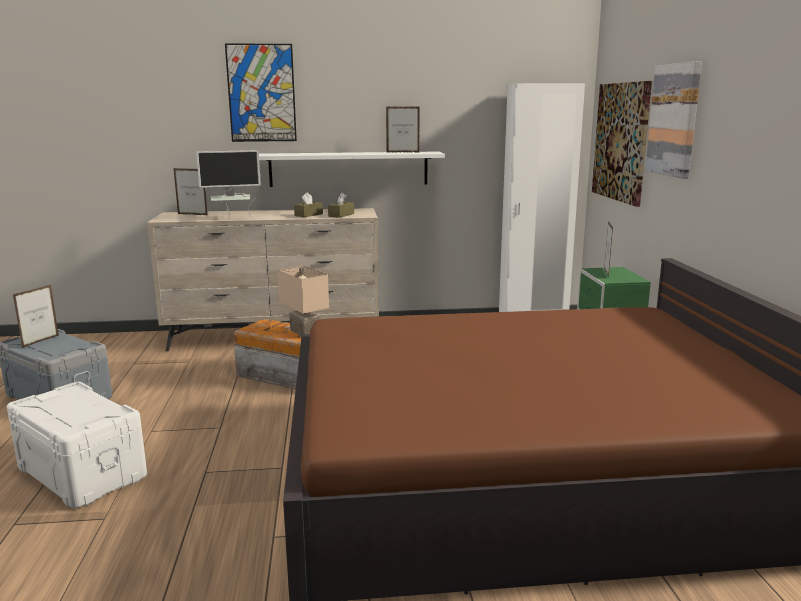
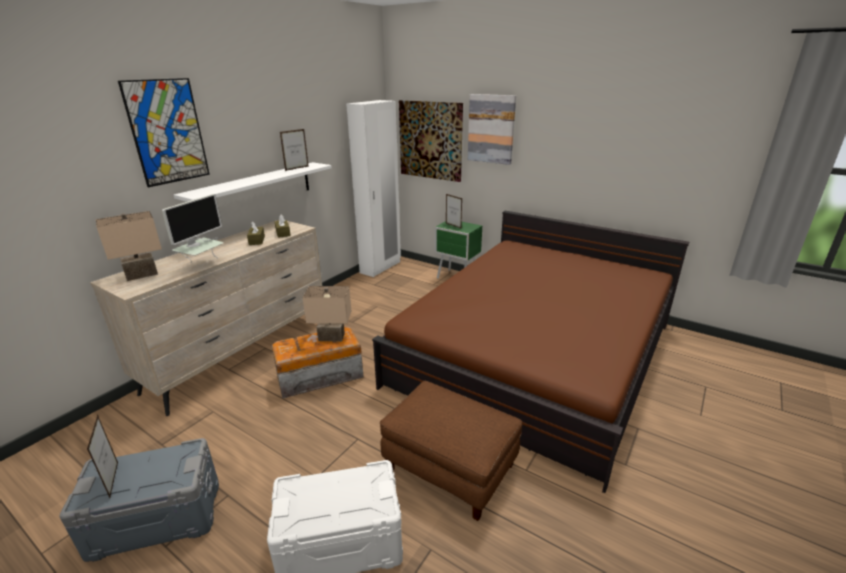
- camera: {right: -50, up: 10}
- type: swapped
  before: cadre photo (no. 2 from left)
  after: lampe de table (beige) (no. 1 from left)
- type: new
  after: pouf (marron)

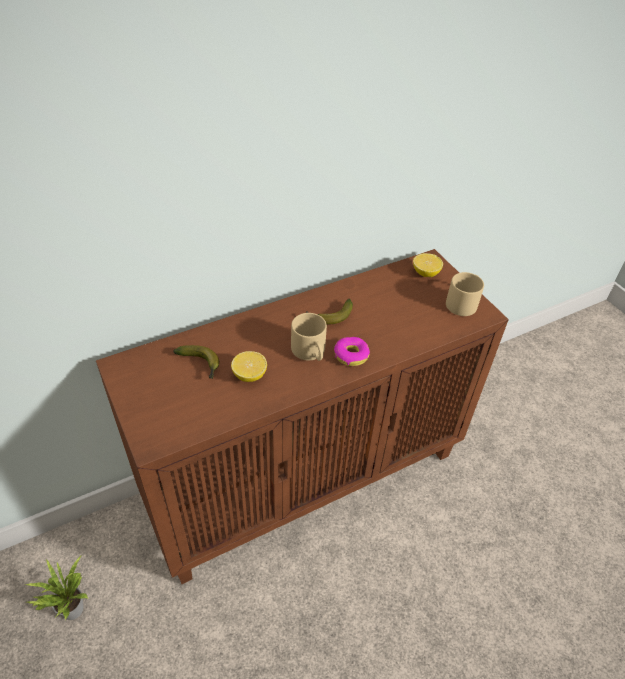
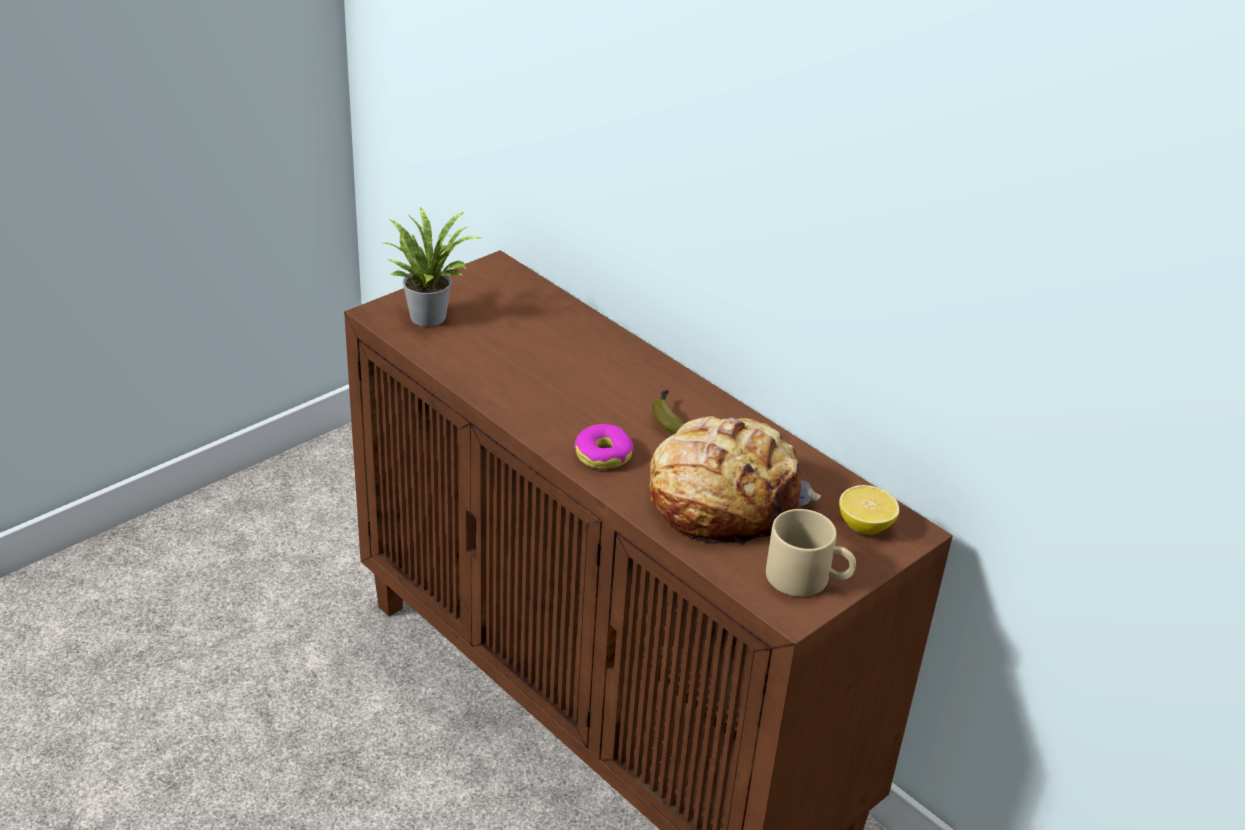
- camera: {right: 75, up: -10}
- type: gone
  before: mug (beige) (no. 1 from left)
- type: gone
  before: banane (no. 1 from left)
- type: gone
  before: citron (no. 1 from left)
- type: shifted
  before: plante en pot
- type: new
  after: pain

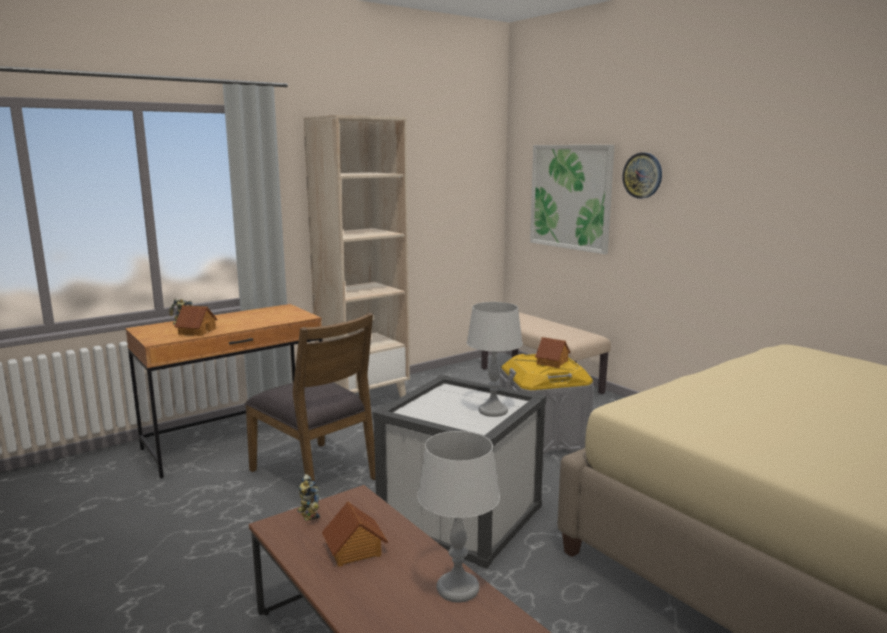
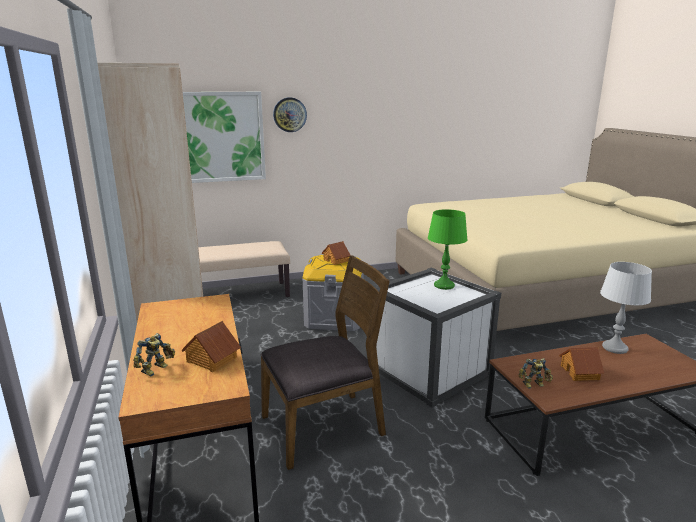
- camera: {right: -70, up: 5}
- type: repainted
  before: lampe de table (gris) (no. 2 from left)
  after: lampe de table (vert)

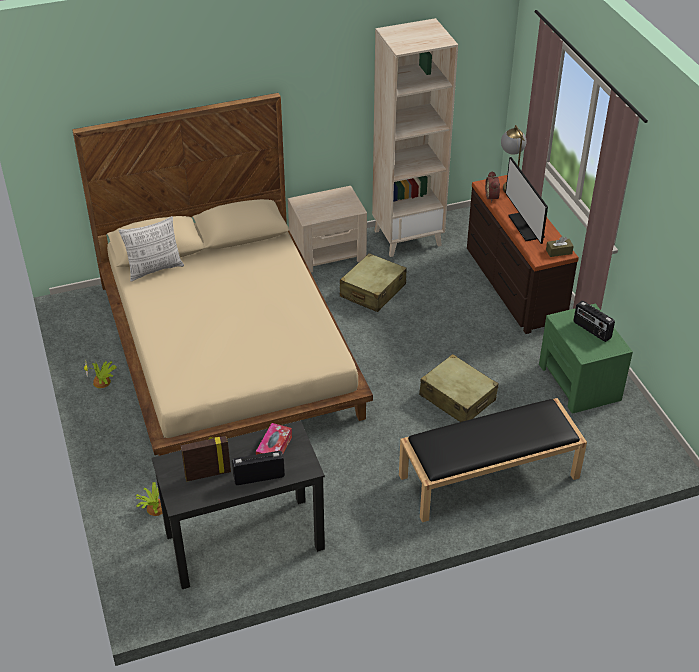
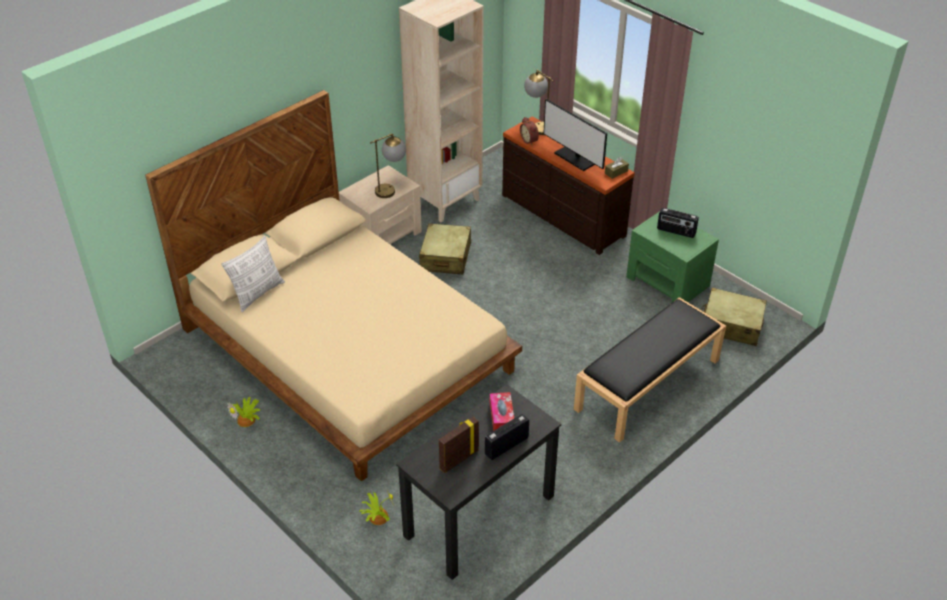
- camera: {right: -25, up: 0}
- type: shifted
  before: valise (beige) (no. 2 from left)
- type: new
  after: lampe de table (no. 1 from left)

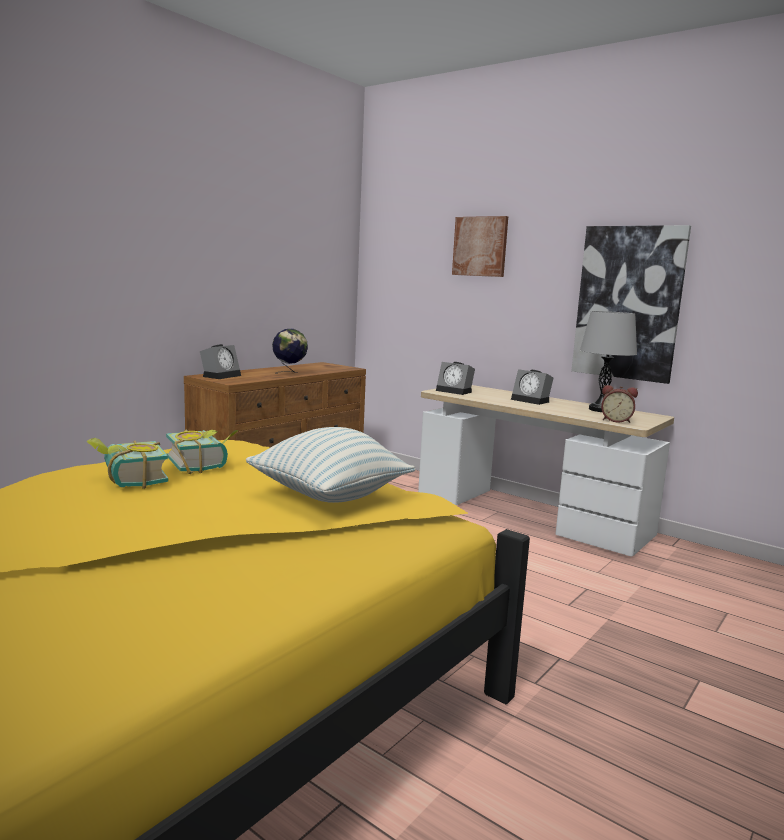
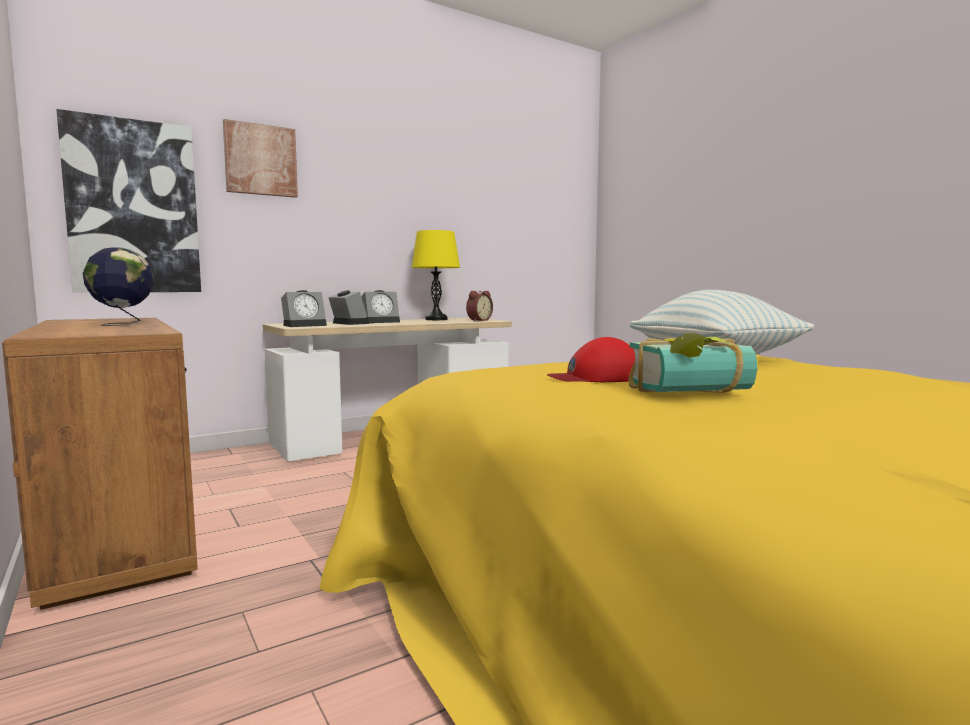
- camera: {right: -70, up: -5}
- type: shifted
  before: tableau (no. 2 from left in the first image)
  after: tableau (no. 1 from left)
- type: repainted
  before: lampe de table (gris)
  after: lampe de table (jaune)
- type: shifted
  before: réveil (no. 1 from left in the first image)
  after: réveil (no. 2 from left)
- type: swapped
  before: livre (no. 2 from left)
  after: casquette (rouge)

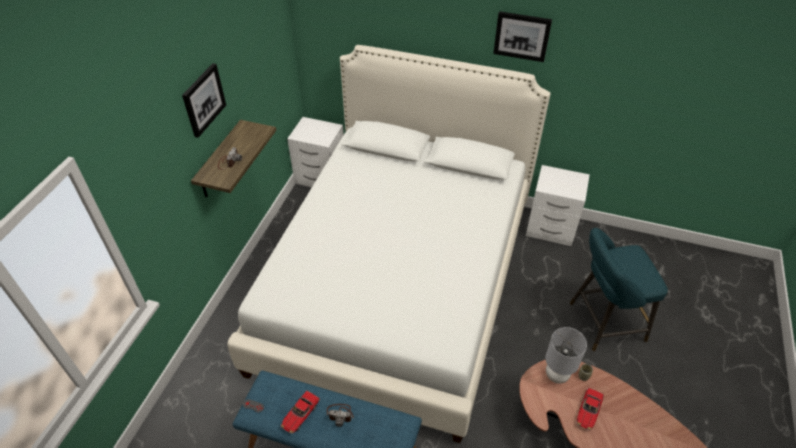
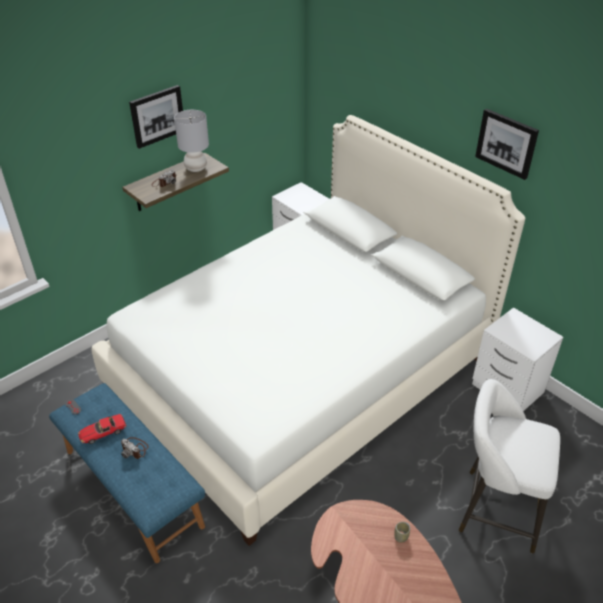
- camera: {right: 30, up: -5}
- type: repainted
  before: tabouret (turquoise)
  after: tabouret (blanc)
- type: shifted
  before: lampe de table (gris)
- type: gone
  before: petite voiture (no. 2 from left)

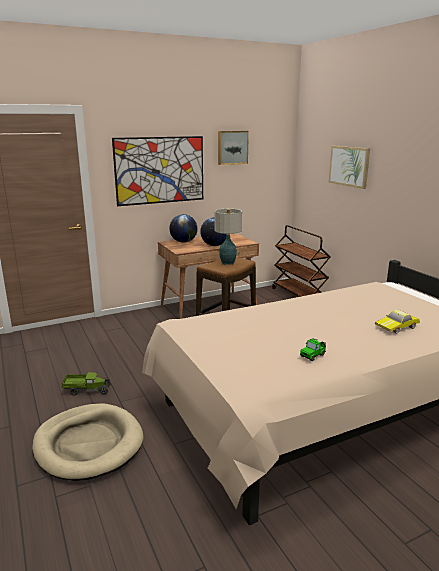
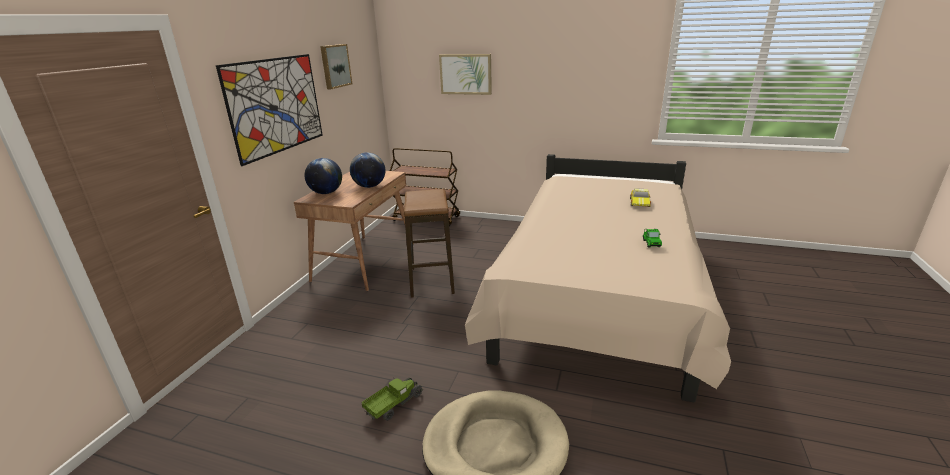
- camera: {right: -45, up: 5}
- type: gone
  before: lampe de table

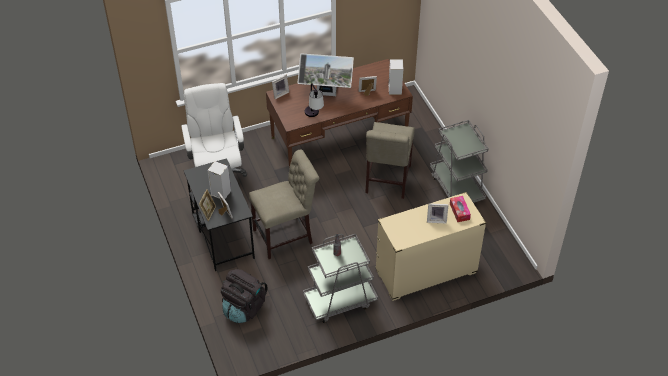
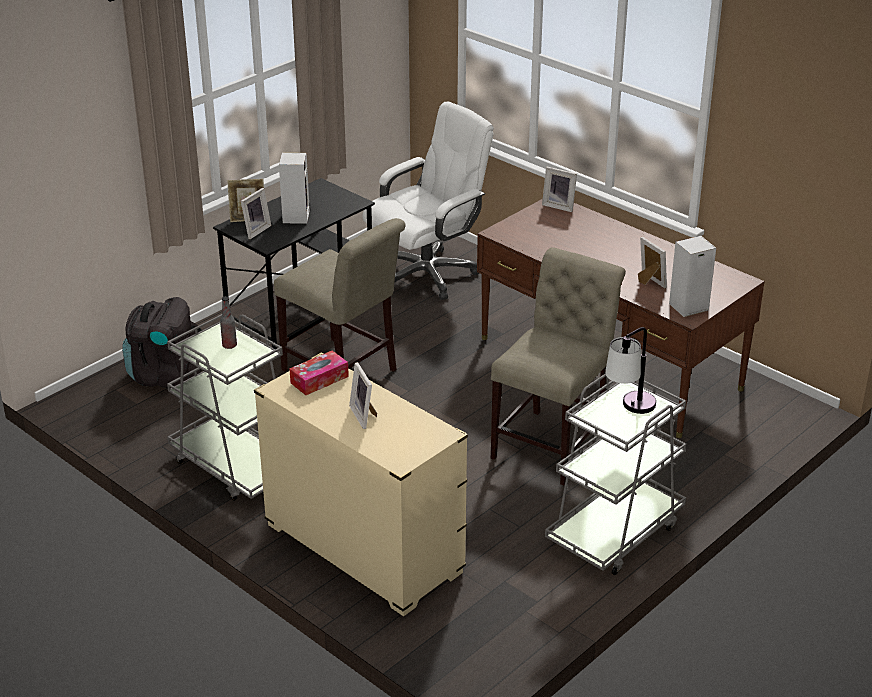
- camera: {right: 65, up: -15}
- type: gone
  before: écran d'ordinateur
- type: shifted
  before: lampe de table
- type: rotated
  before: chaise (beige) (no. 2 from left)
  turn: 135
- type: shifted
  before: boîte à mouchoirs

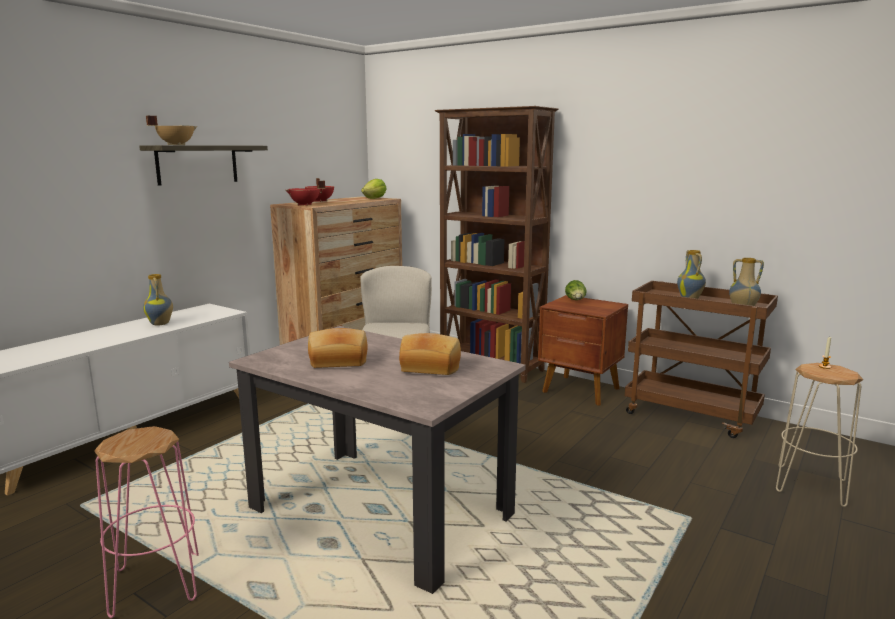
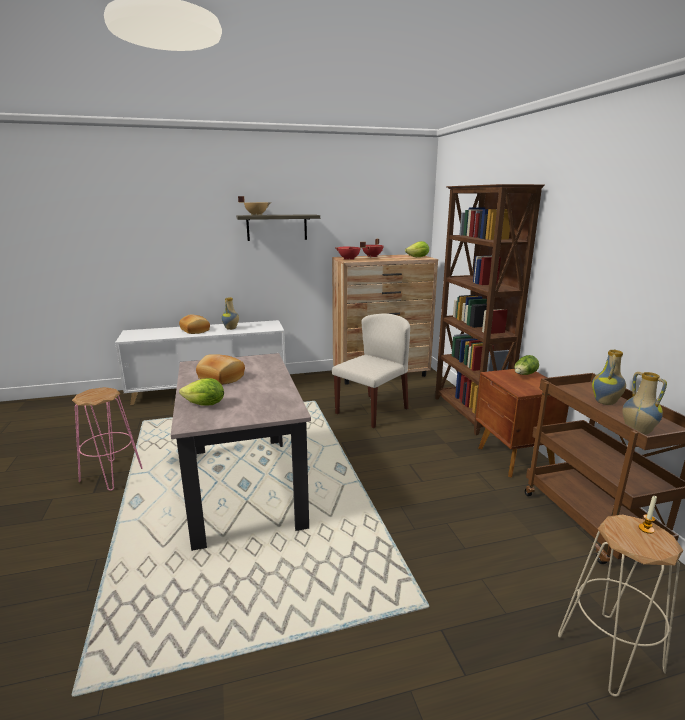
- camera: {right: 40, up: 5}
- type: shifted
  before: pain (no. 2 from left in the first image)
  after: pain (no. 1 from left)
- type: new
  after: laitue (no. 1 from left)

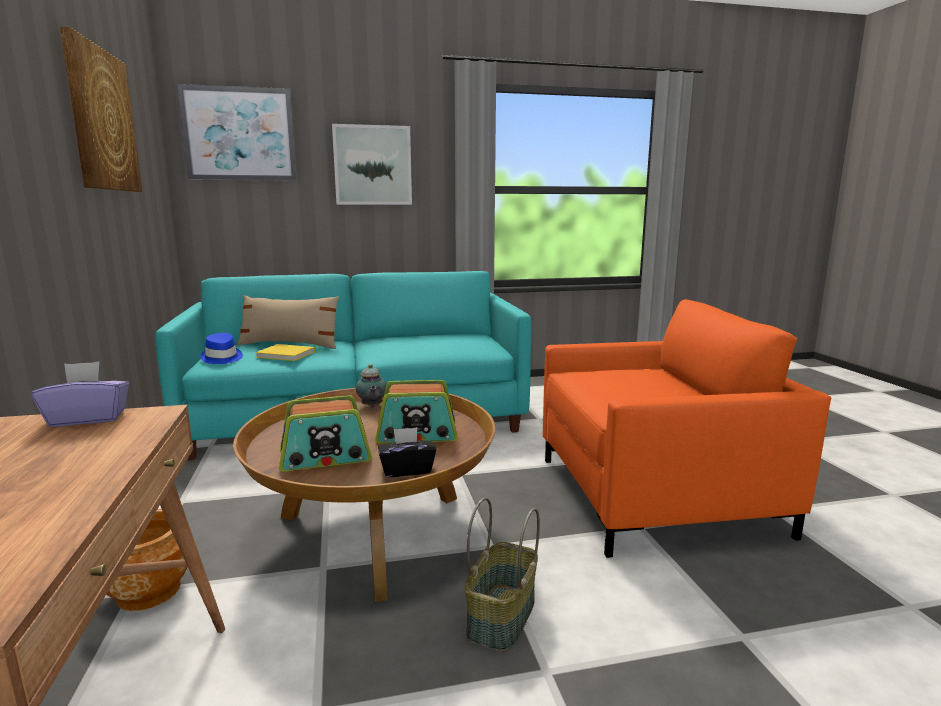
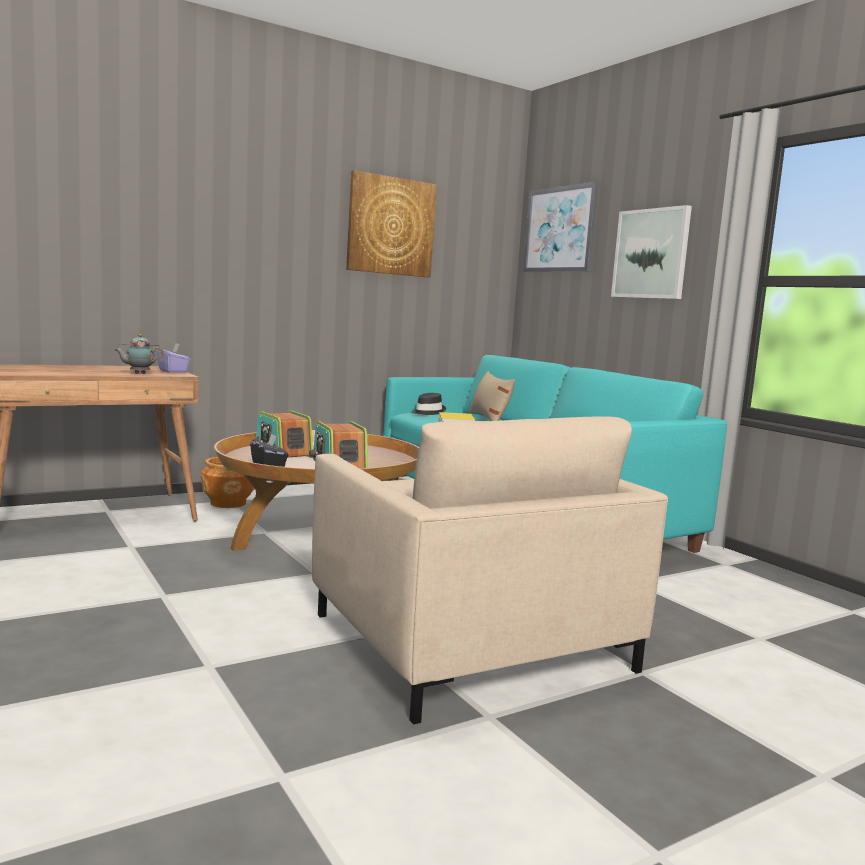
- camera: {right: 70, up: -5}
- type: repainted
  before: fauteuil (orange)
  after: fauteuil (beige)
- type: repainted
  before: chapeau (bleu)
  after: chapeau (noir)
- type: shifted
  before: théière
- type: gone
  before: panier

